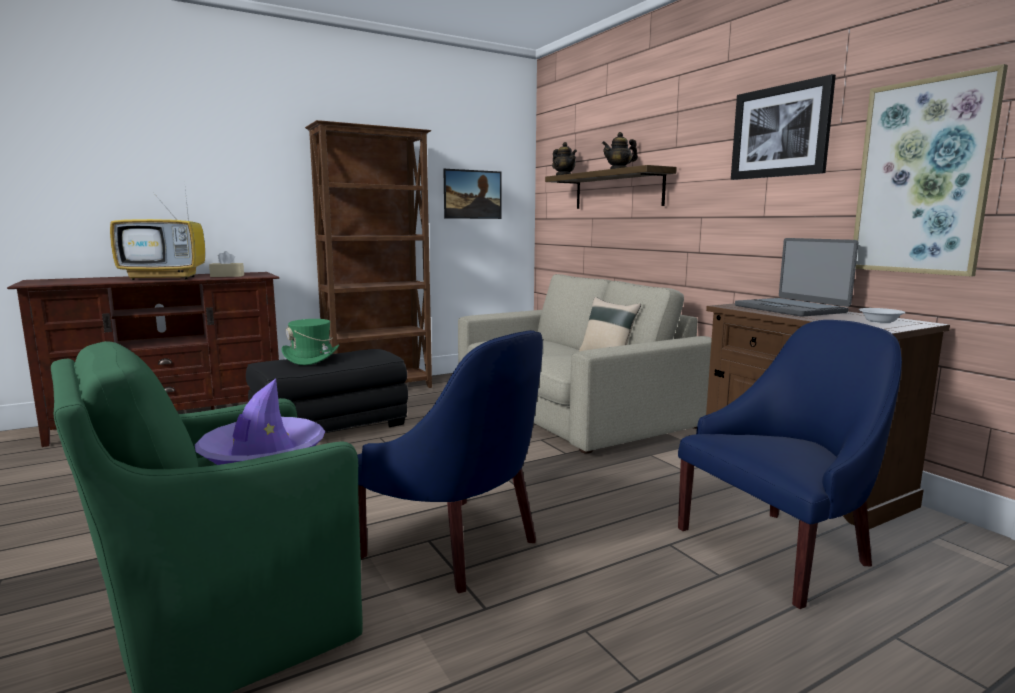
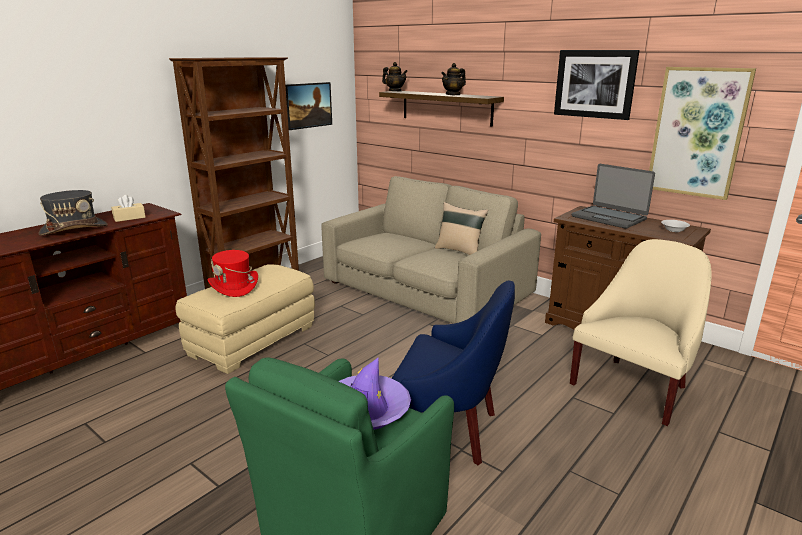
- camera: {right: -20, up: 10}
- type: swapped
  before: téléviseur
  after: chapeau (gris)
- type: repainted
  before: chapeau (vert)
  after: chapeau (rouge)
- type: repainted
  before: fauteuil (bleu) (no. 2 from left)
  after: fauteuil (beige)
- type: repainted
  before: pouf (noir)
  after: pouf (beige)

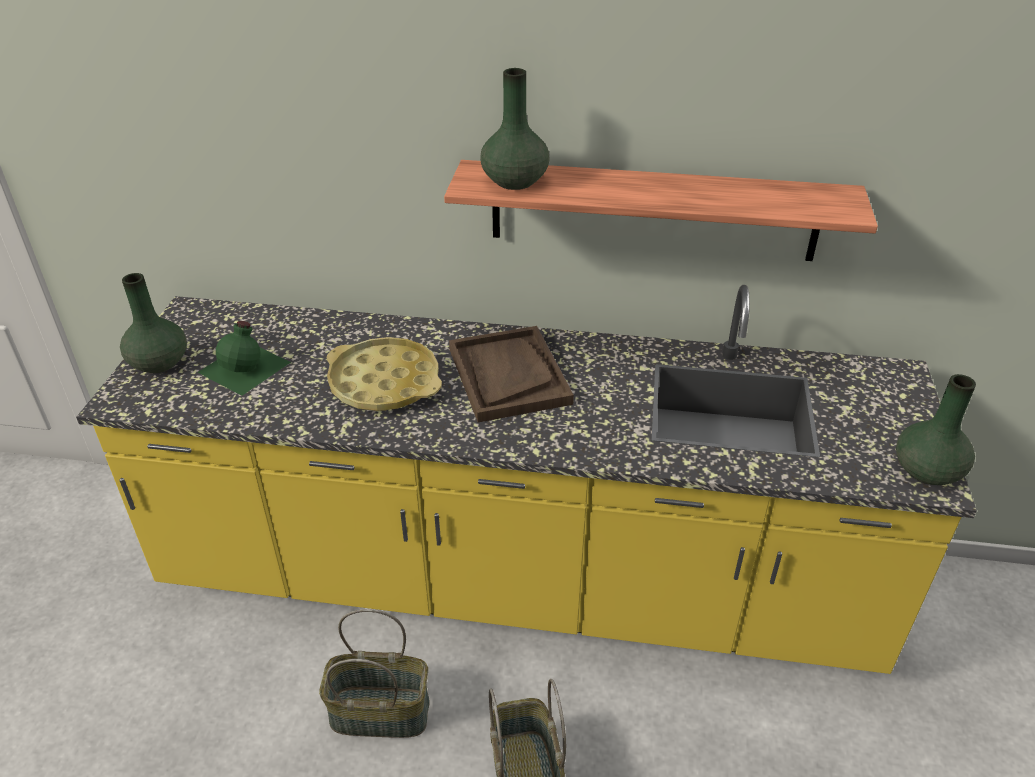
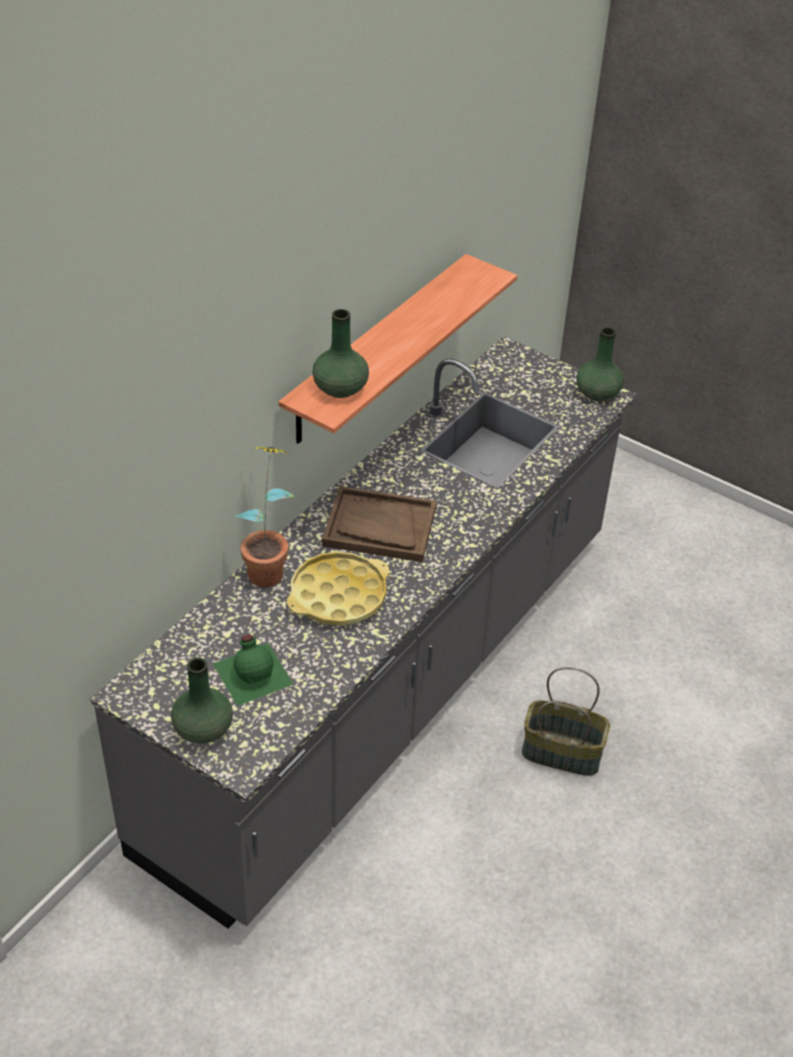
- camera: {right: -65, up: 5}
- type: repainted
  before: comptoir de cuisine (jaune)
  after: comptoir de cuisine (gris)
- type: gone
  before: panier (no. 1 from left)
- type: new
  after: plante en pot

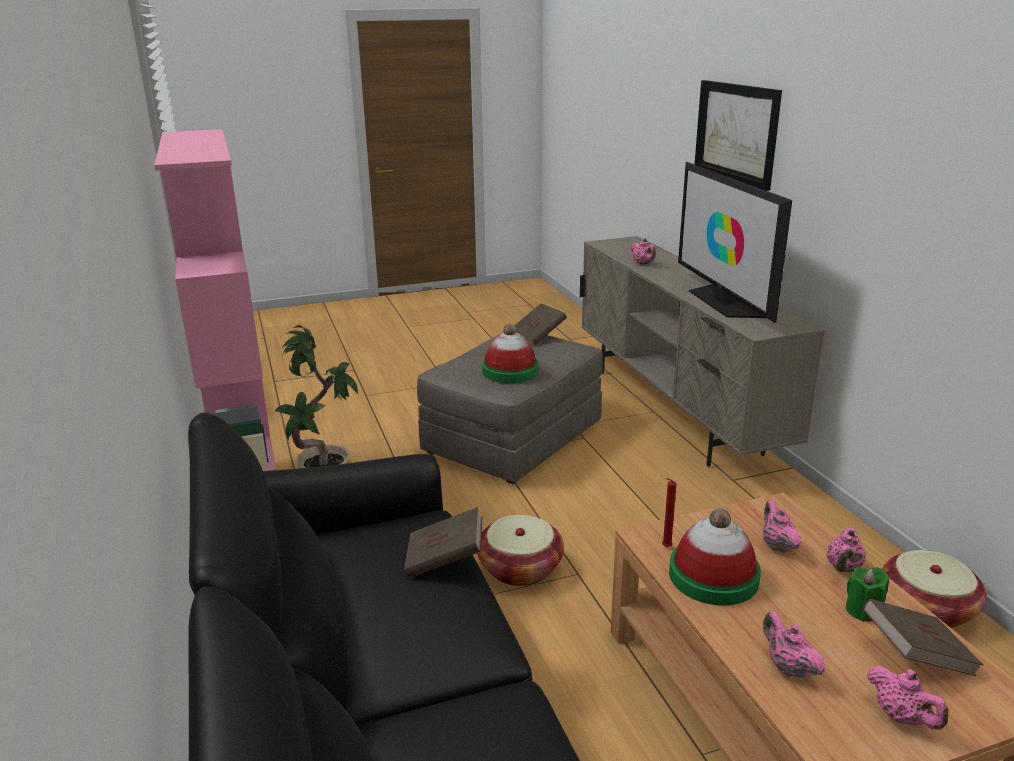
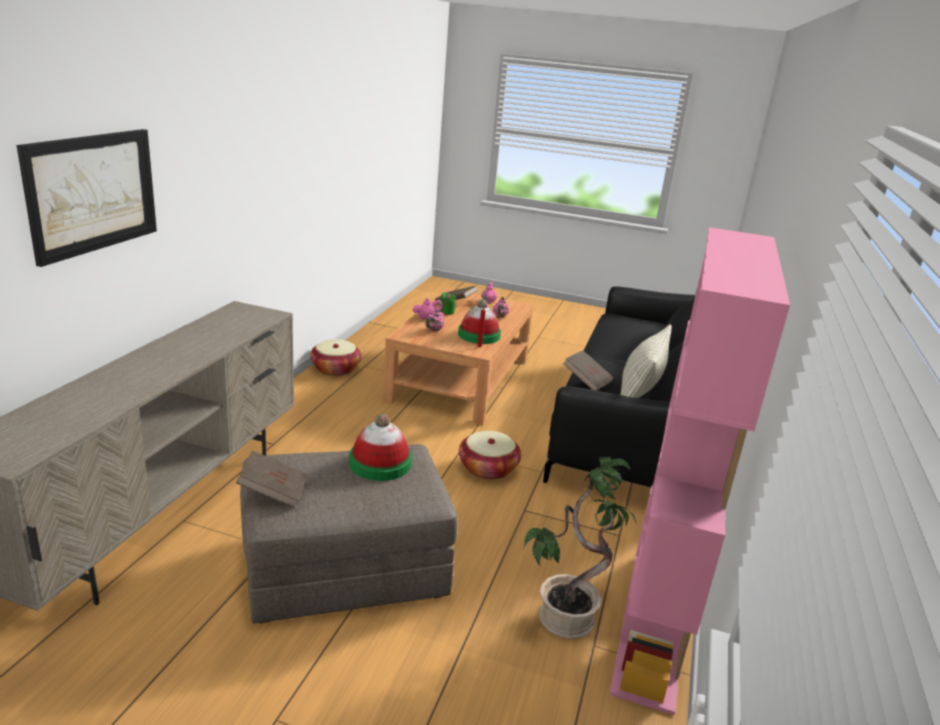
- camera: {right: -145, up: 0}
- type: gone
  before: téléviseur
- type: gone
  before: théière (rose) (no. 1 from left)
- type: new
  after: coussin

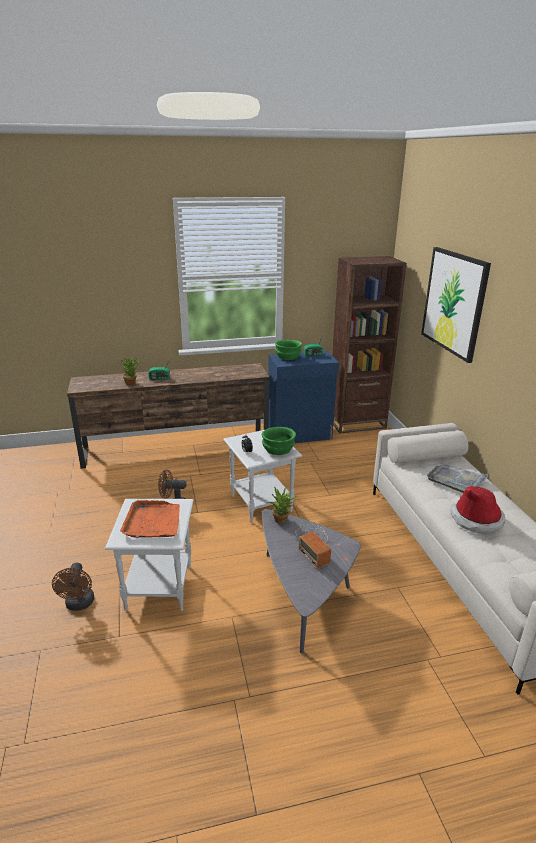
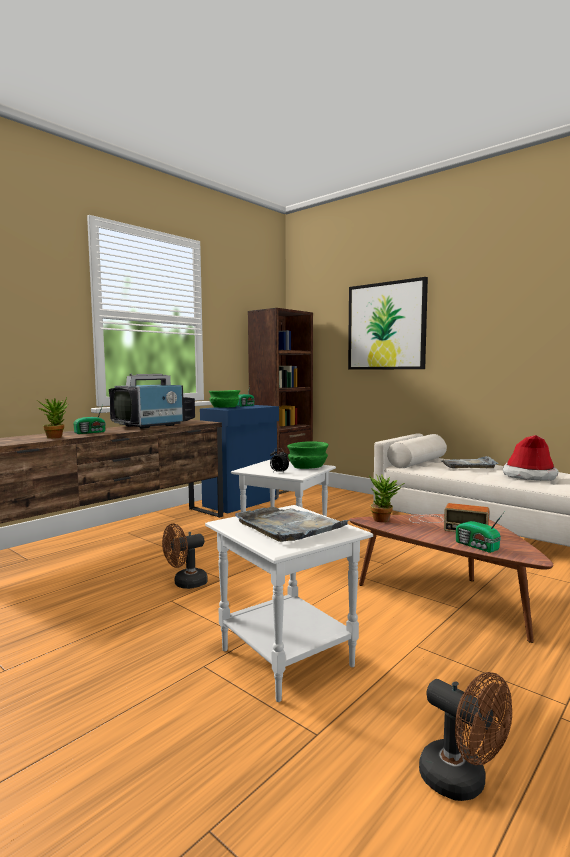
- camera: {right: -35, up: -20}
- type: repainted
  before: plateau (orange)
  after: plateau (gris) (no. 1 from left)
- type: repainted
  before: table basse (gris)
  after: table basse (marron)
- type: shifted
  before: ventilateur (marron) (no. 1 from left in the first image)
  after: ventilateur (marron) (no. 2 from left)
- type: new
  after: téléviseur
- type: new
  after: radio (no. 4 from left)

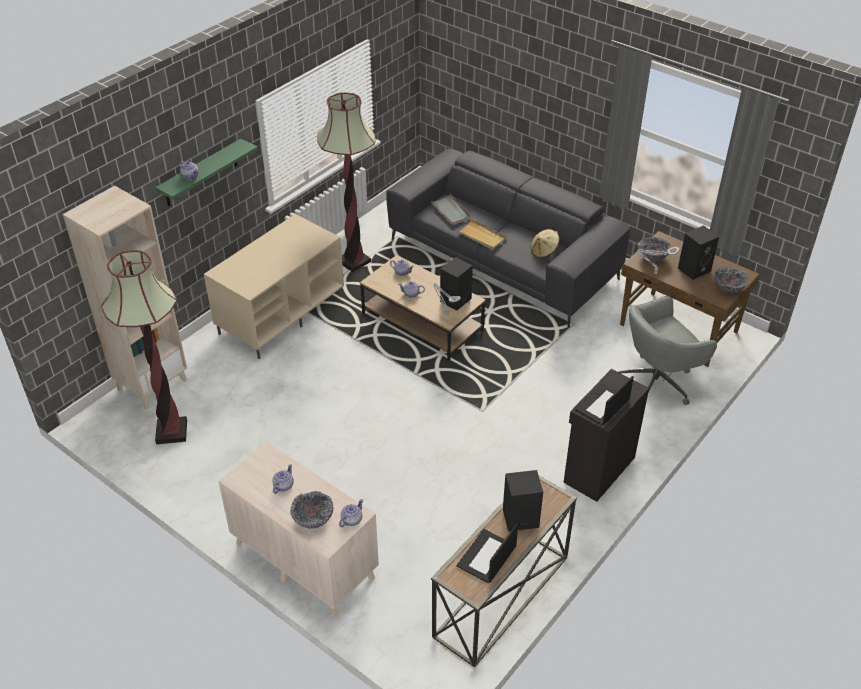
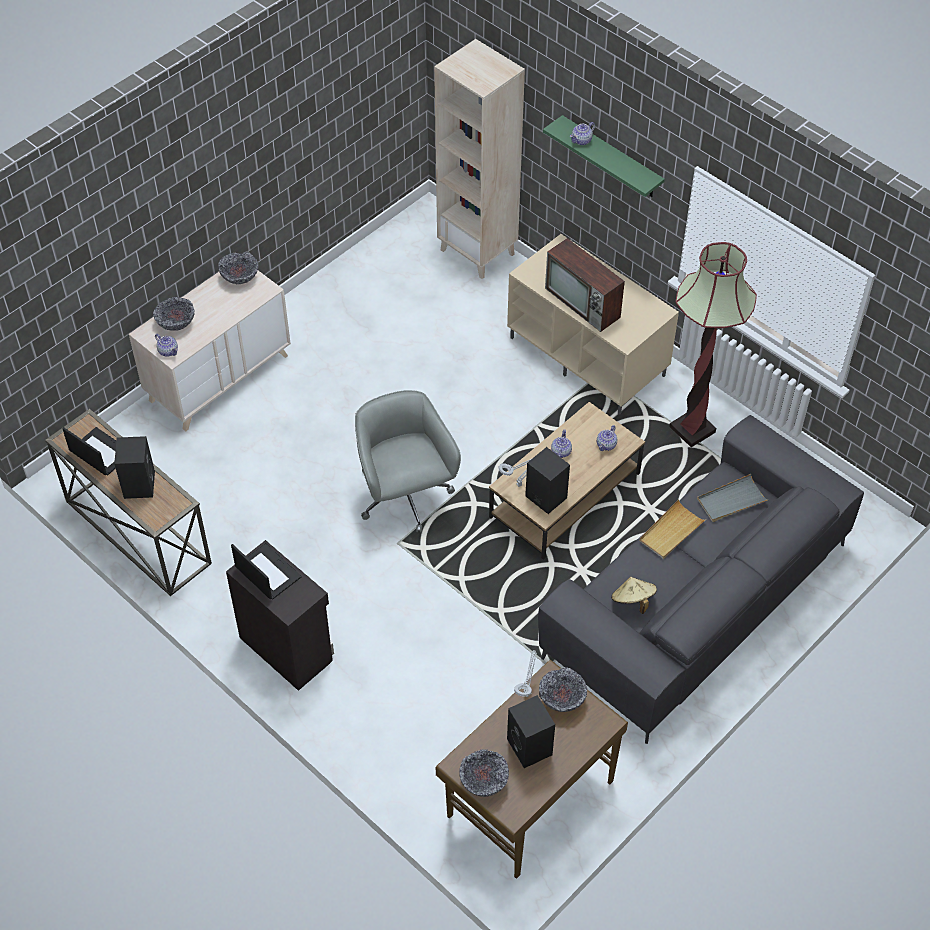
- camera: {right: 95, up: 10}
- type: gone
  before: lampadaire (no. 1 from left)
- type: shifted
  before: chaise de bureau (gris)
- type: gone
  before: théière (no. 2 from left)
- type: new
  after: téléviseur
- type: new
  after: bol (no. 2 from left)

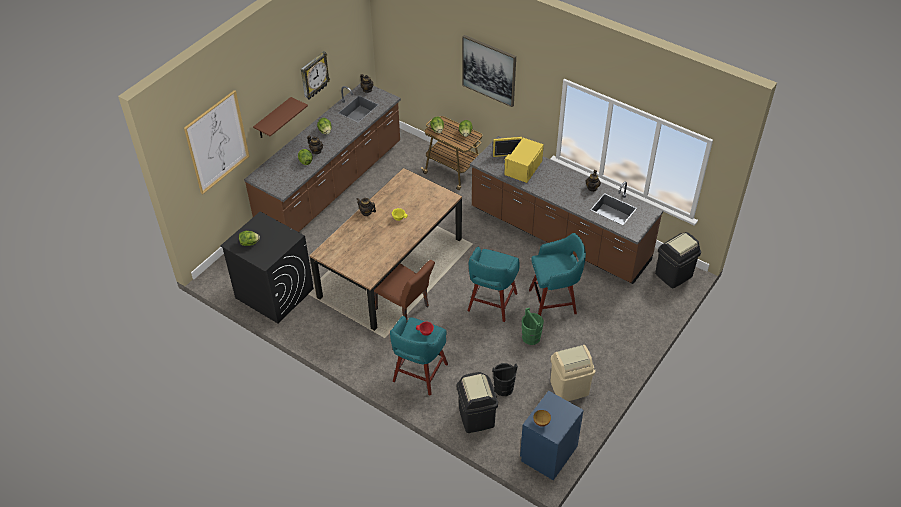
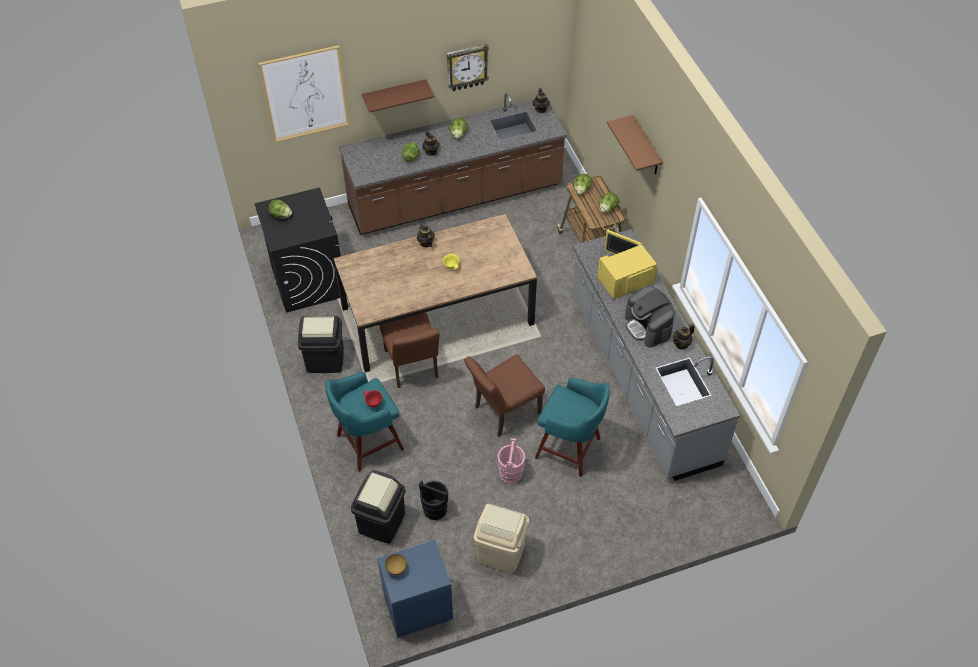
- camera: {right: 35, up: 5}
- type: swapped
  before: tableau (no. 2 from left)
  after: étagère (marron) (no. 2 from left)
- type: repainted
  before: comptoir de cuisine (marron) (no. 2 from left)
  after: comptoir de cuisine (gris)
- type: shifted
  before: poubelle (noir) (no. 2 from left in the first image)
  after: poubelle (noir) (no. 1 from left)
- type: swapped
  before: tabouret (turquoise) (no. 2 from left)
  after: chaise (marron) (no. 2 from left)
- type: repainted
  before: seau (vert)
  after: seau (rose)
- type: new
  after: machine à café

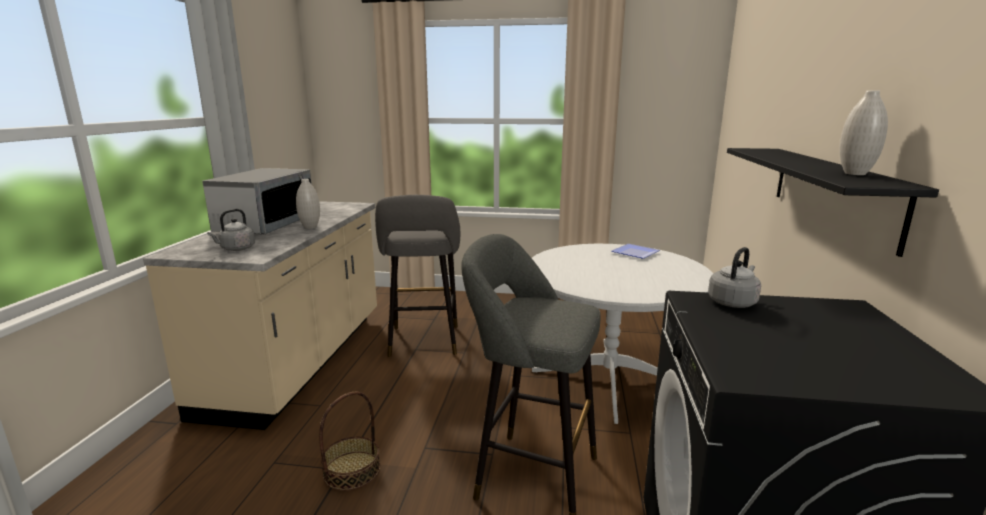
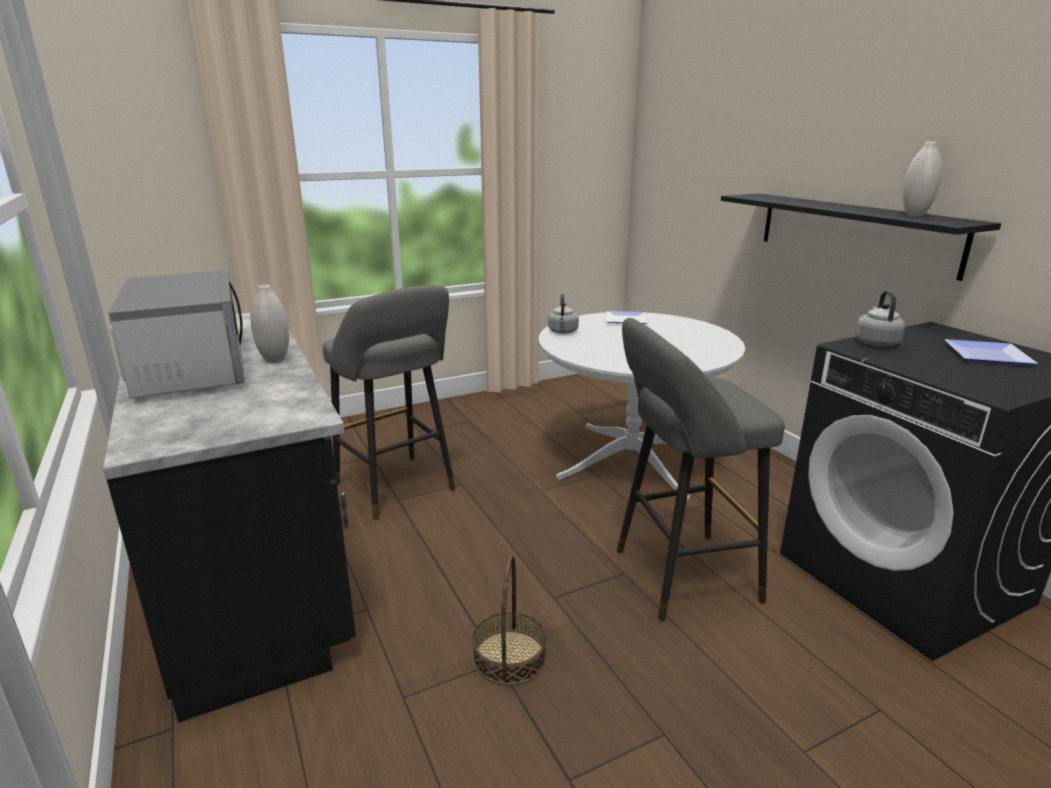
- camera: {right: -35, up: 5}
- type: repainted
  before: comptoir de cuisine (beige)
  after: comptoir de cuisine (noir)
- type: shifted
  before: bouilloire (gris) (no. 1 from left)
- type: new
  after: assiette (no. 2 from left)

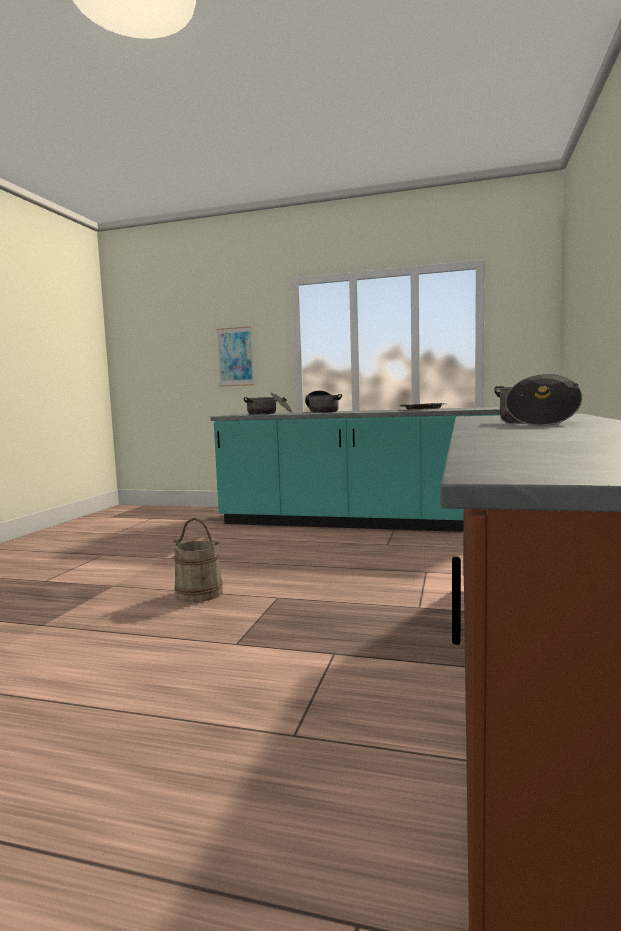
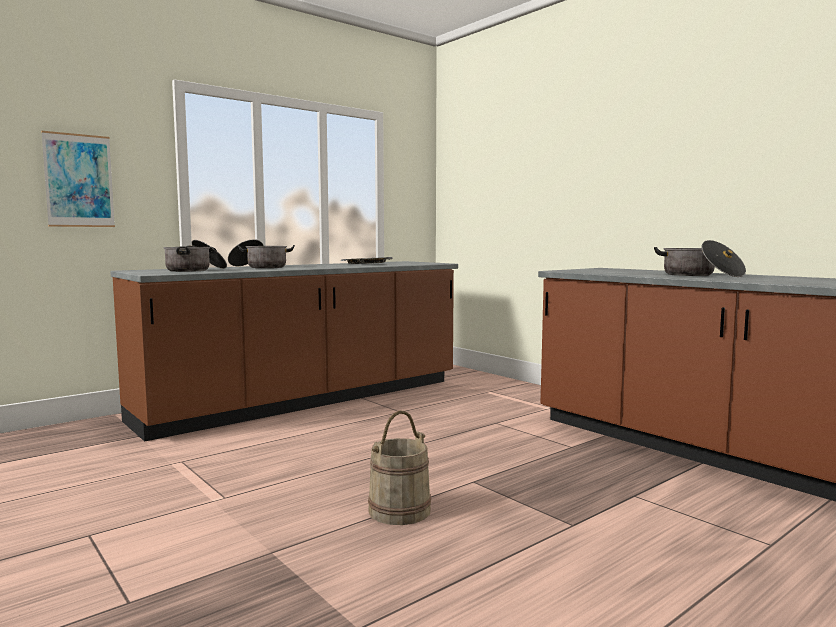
- camera: {right: -55, up: 0}
- type: repainted
  before: comptoir de cuisine (turquoise)
  after: comptoir de cuisine (marron) (no. 1 from left)

